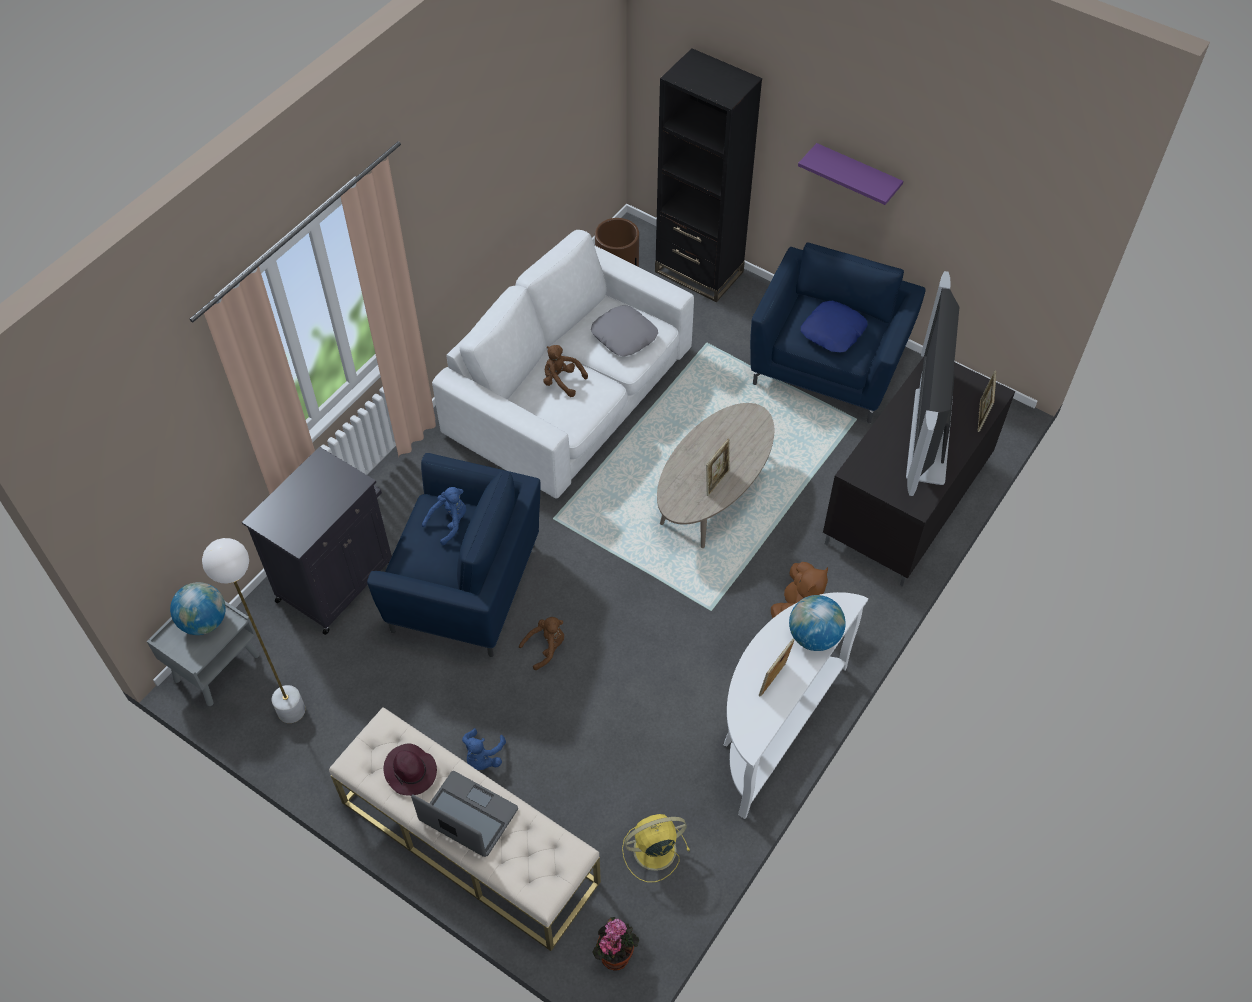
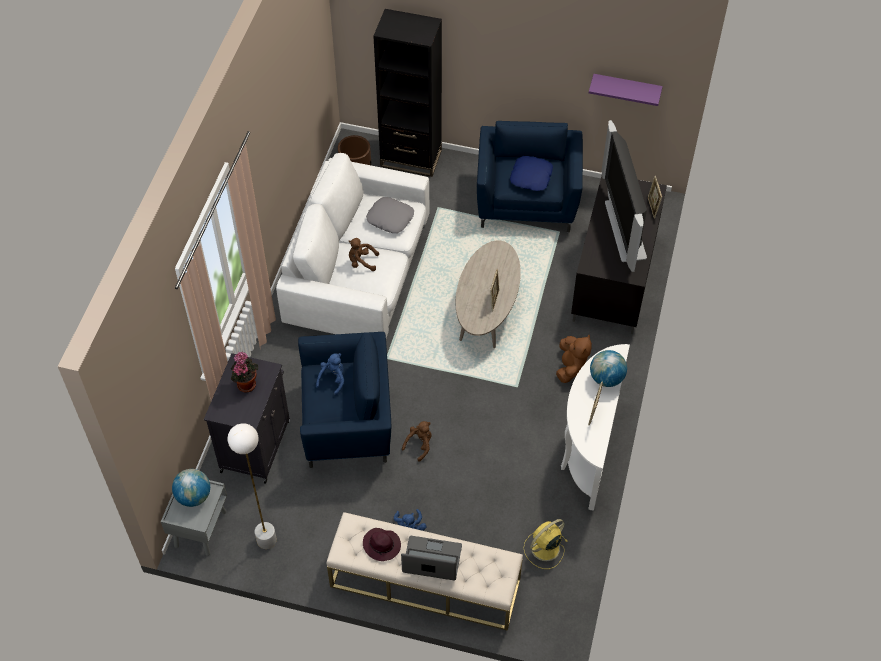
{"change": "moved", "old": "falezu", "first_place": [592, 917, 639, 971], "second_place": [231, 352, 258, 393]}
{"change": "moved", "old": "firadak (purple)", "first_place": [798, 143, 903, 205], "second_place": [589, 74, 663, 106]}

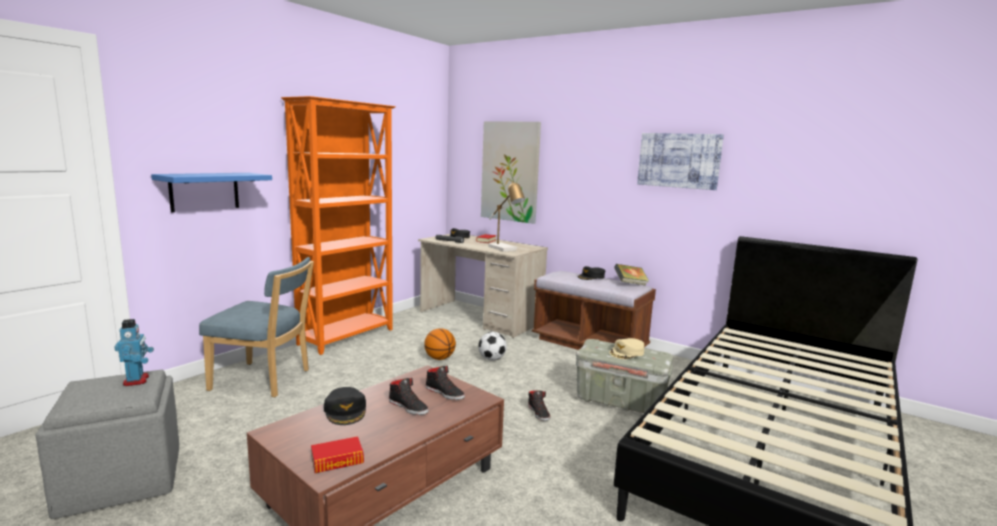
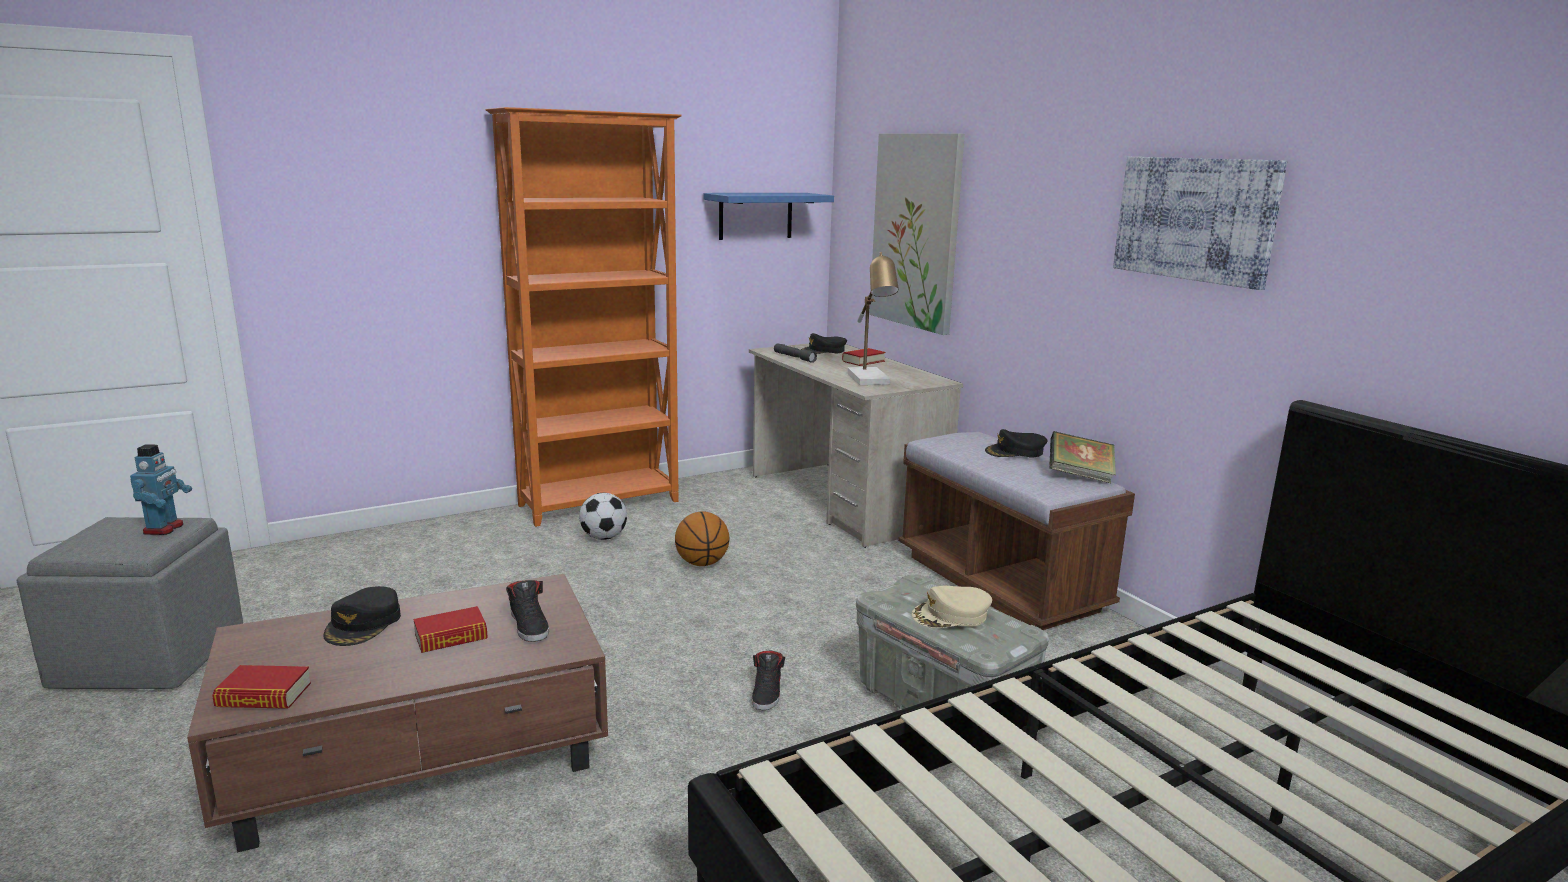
{"change": "moved", "old": "firadak (blue)", "first_place": [151, 173, 272, 212], "second_place": [704, 193, 834, 240]}
{"change": "removed", "old": "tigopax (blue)", "first_place": [199, 257, 314, 397]}
{"change": "replaced", "old": "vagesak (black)", "new": "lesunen", "first_place": [389, 378, 429, 415], "second_place": [413, 606, 488, 653]}
{"change": "moved", "old": "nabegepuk", "first_place": [478, 332, 507, 360], "second_place": [579, 493, 627, 540]}

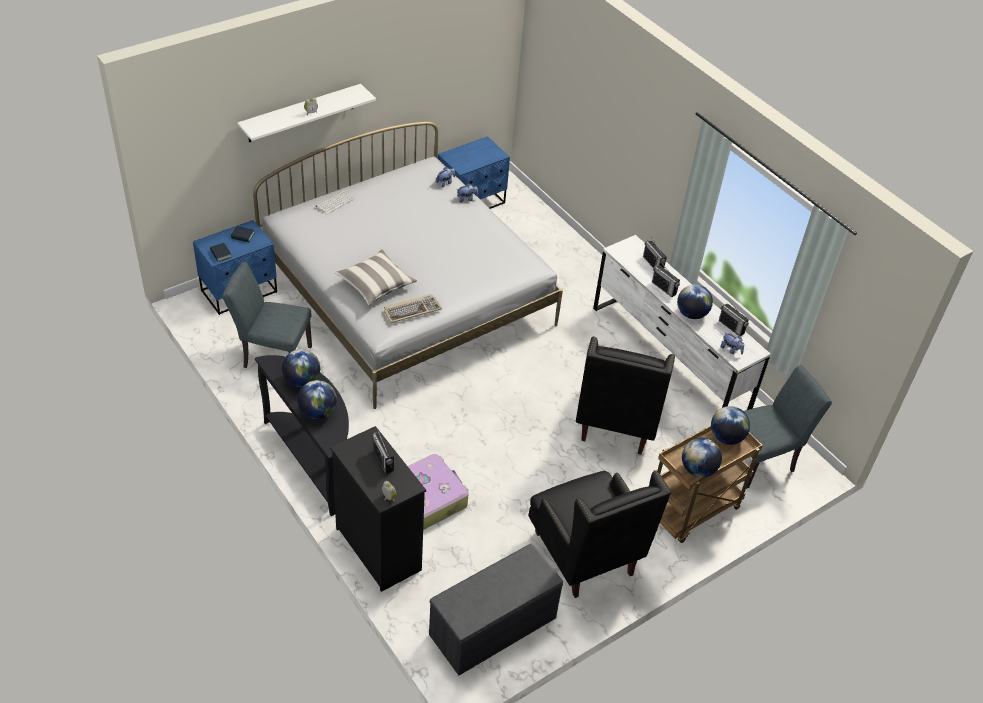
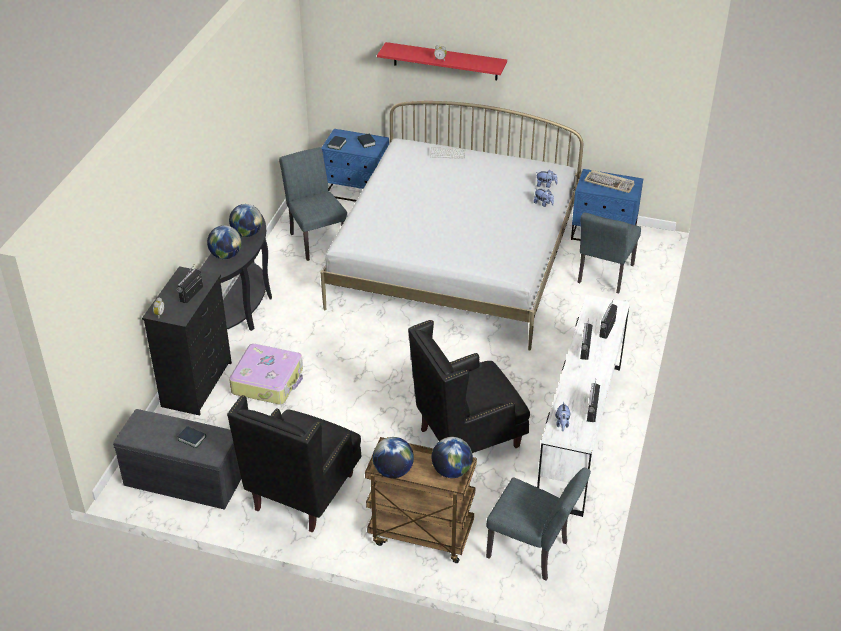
{"change": "recoloured", "old": "firadak (white)", "new": "firadak (red)", "first_place": [237, 84, 376, 142], "second_place": [377, 42, 507, 80]}
{"change": "removed", "old": "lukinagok", "first_place": [335, 250, 417, 305]}
{"change": "moved", "old": "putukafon", "first_place": [384, 294, 442, 323], "second_place": [584, 170, 635, 193]}
{"change": "removed", "old": "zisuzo", "first_place": [677, 284, 713, 319]}
{"change": "added", "new": "lesunen", "second_place": [177, 426, 206, 448]}
{"change": "added", "new": "tigopax (grey)", "second_place": [578, 212, 641, 293]}

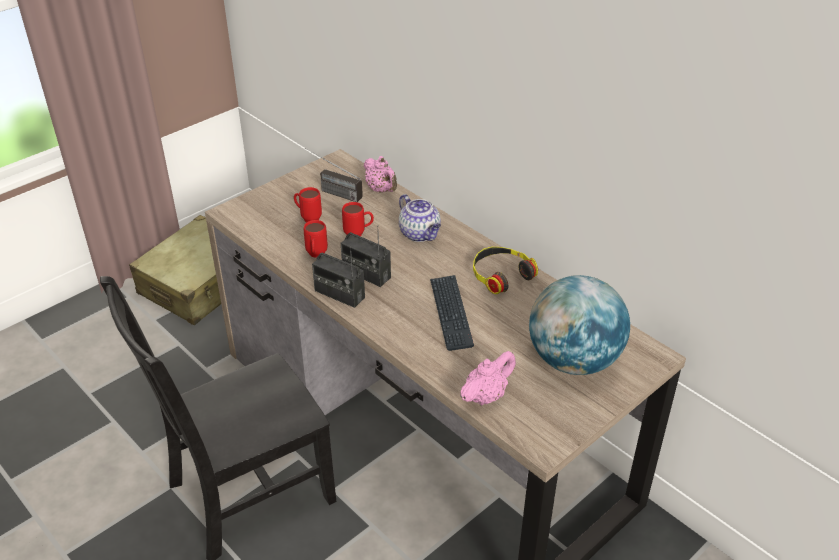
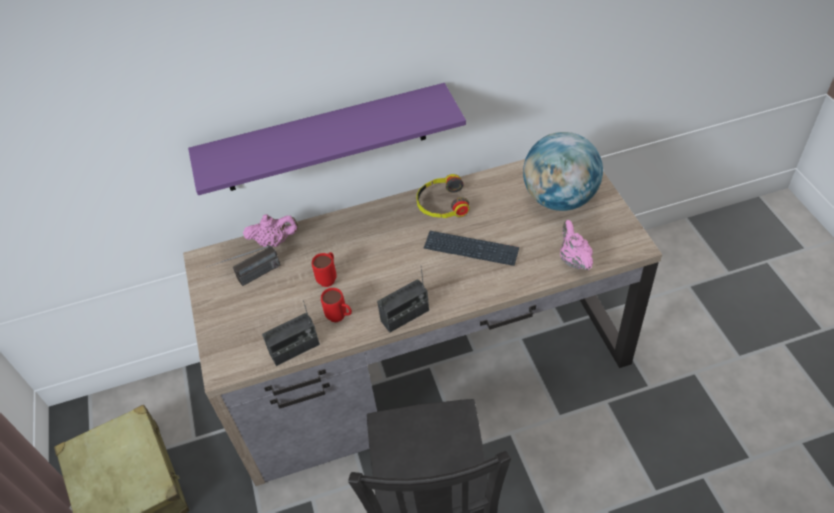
{"change": "removed", "old": "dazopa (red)", "first_place": [294, 187, 322, 222]}
{"change": "moved", "old": "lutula", "first_place": [341, 226, 391, 287], "second_place": [262, 300, 320, 366]}
{"change": "removed", "old": "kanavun", "first_place": [399, 194, 441, 242]}
{"change": "added", "new": "firadak (purple)", "second_place": [188, 83, 466, 195]}

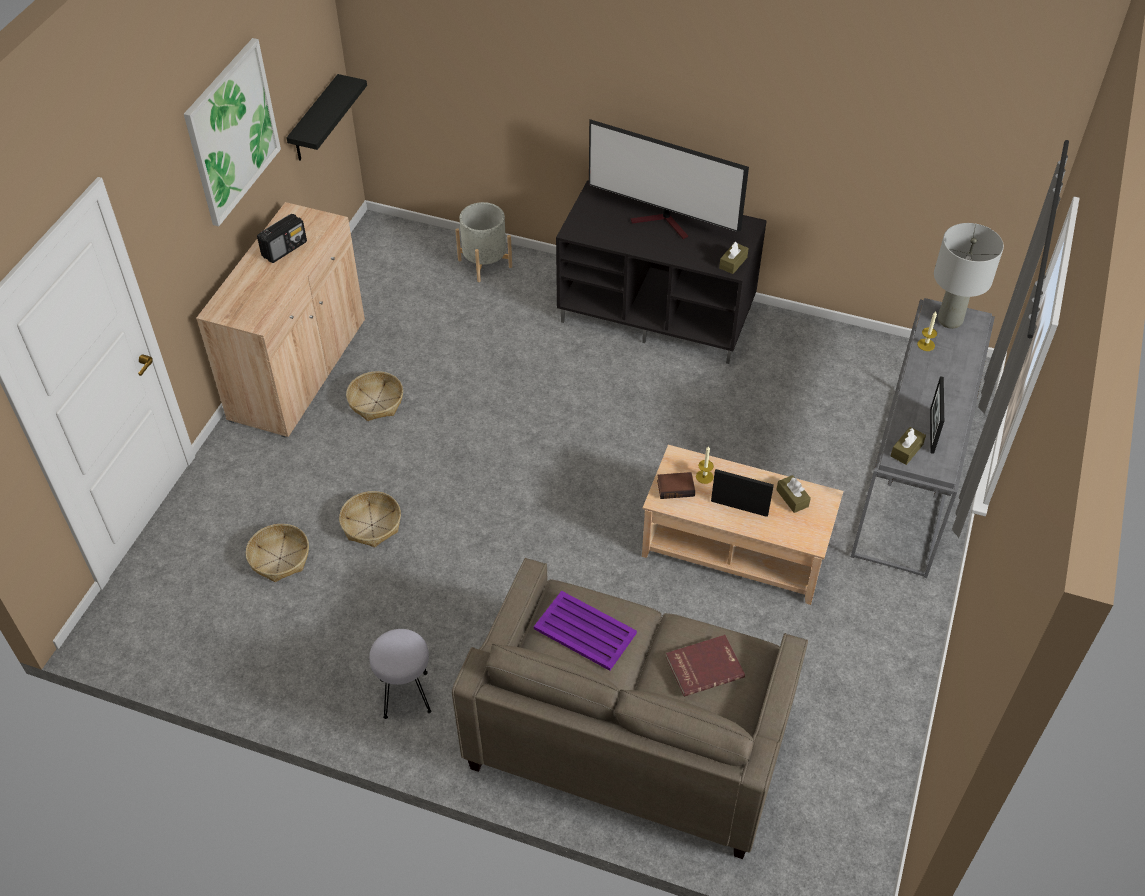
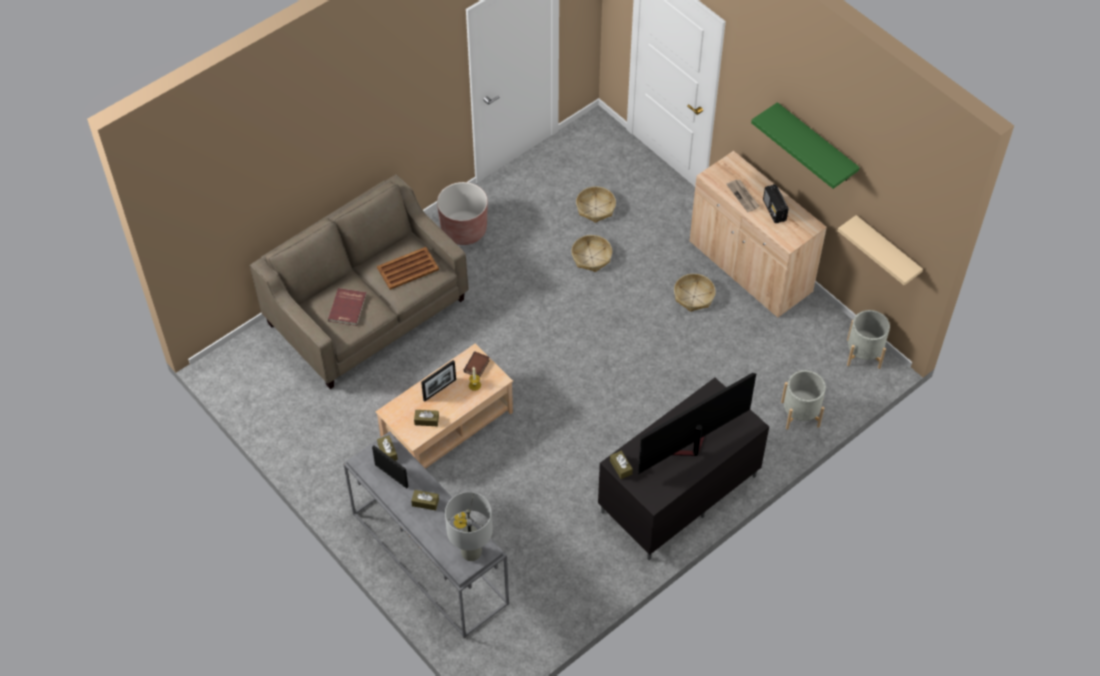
{"change": "replaced", "old": "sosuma", "new": "firadak (green)", "first_place": [184, 38, 281, 226], "second_place": [751, 102, 860, 189]}
{"change": "recoloured", "old": "firadak (black)", "new": "firadak (beige)", "first_place": [286, 74, 367, 161], "second_place": [838, 215, 923, 285]}
{"change": "replaced", "old": "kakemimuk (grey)", "new": "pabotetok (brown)", "first_place": [369, 629, 432, 719], "second_place": [437, 182, 488, 245]}
{"change": "recoloured", "old": "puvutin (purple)", "new": "puvutin (brown)", "first_place": [534, 591, 637, 671], "second_place": [377, 247, 439, 290]}
{"change": "added", "new": "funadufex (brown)", "second_place": [411, 490, 439, 510]}
{"change": "added", "new": "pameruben", "second_place": [726, 179, 760, 212]}
{"change": "added", "new": "pabotetok (grey)", "second_place": [847, 310, 890, 369]}

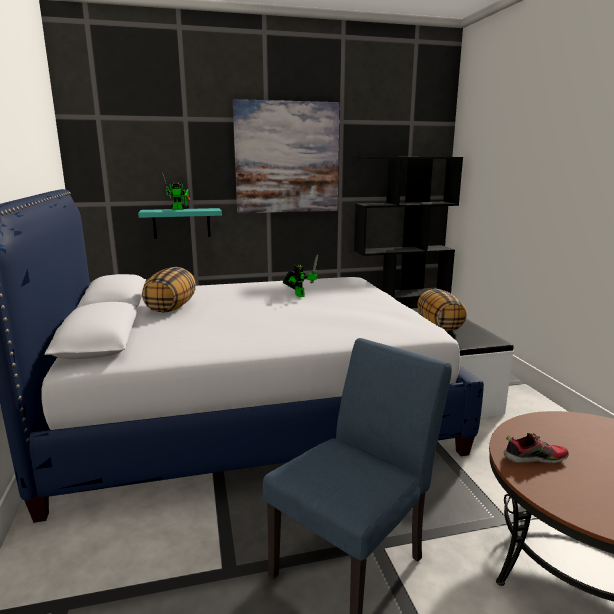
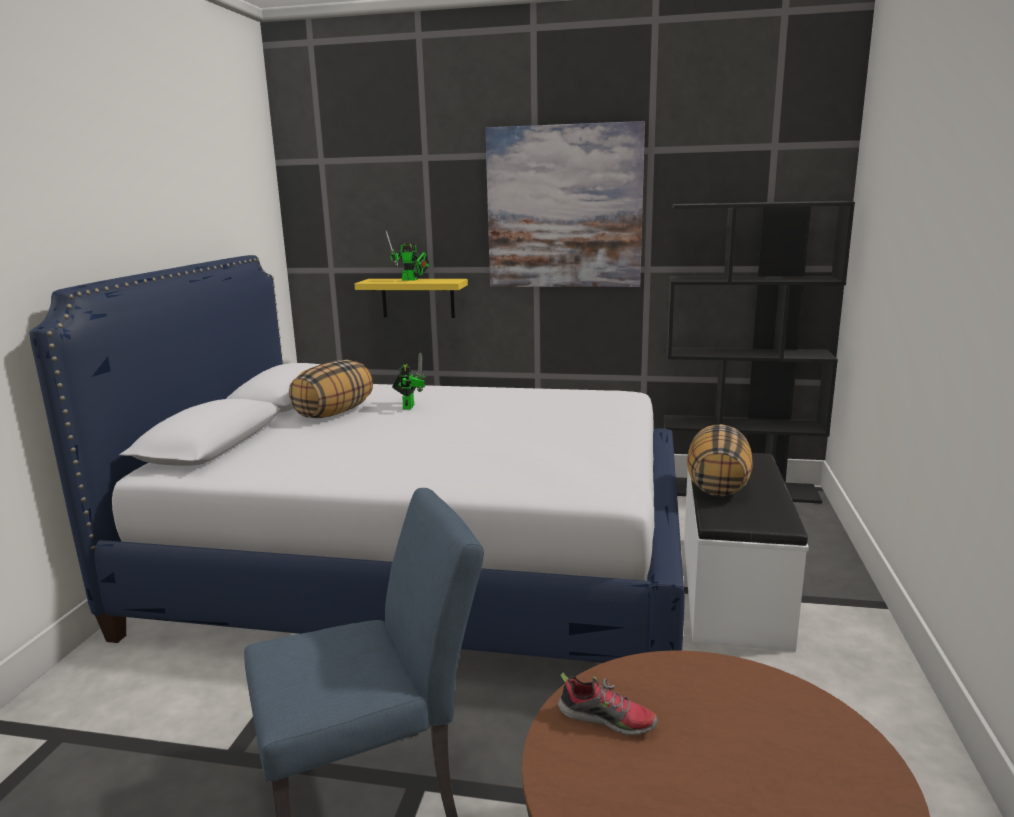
{"change": "recoloured", "old": "firadak (turquoise)", "new": "firadak (yellow)", "first_place": [138, 208, 222, 239], "second_place": [355, 279, 468, 318]}
{"change": "moved", "old": "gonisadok", "first_place": [283, 254, 318, 297], "second_place": [392, 352, 425, 409]}

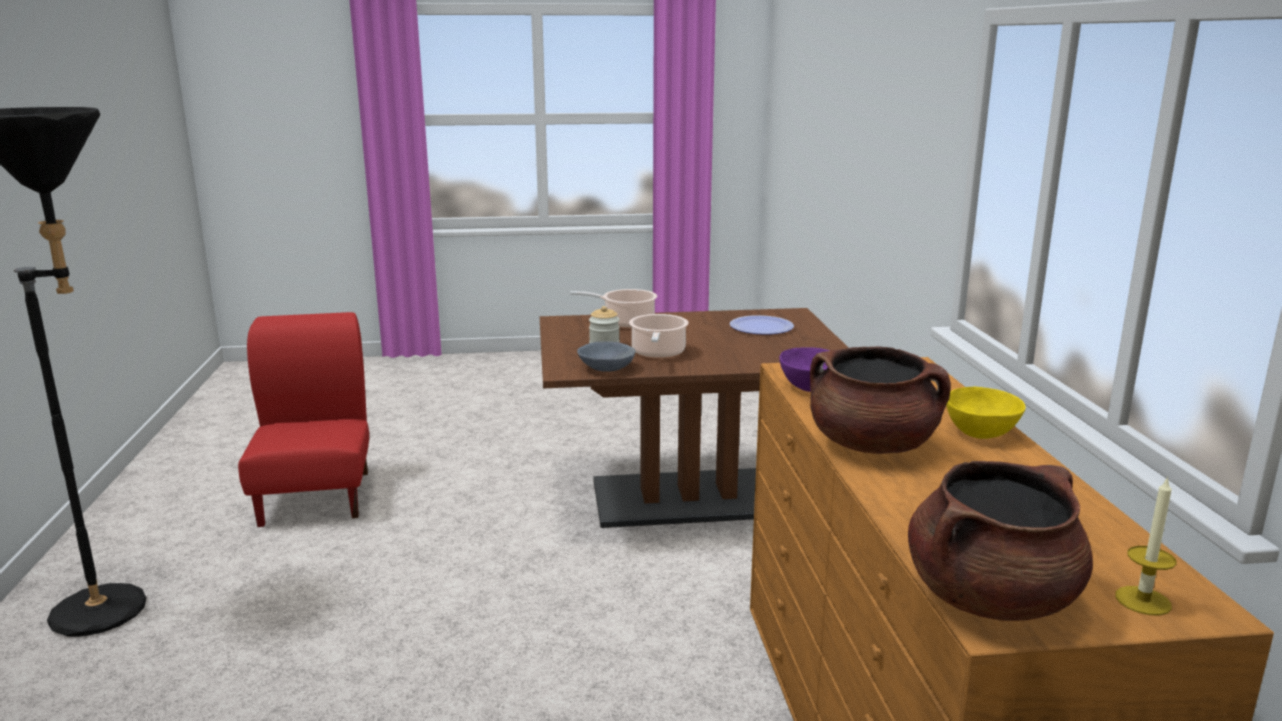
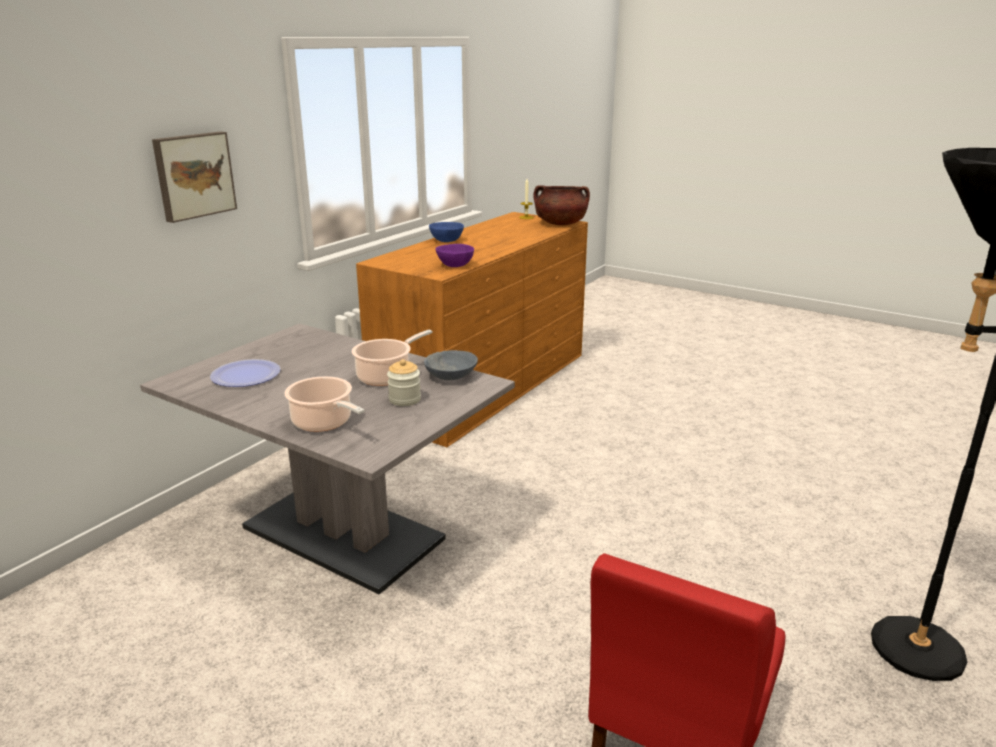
{"change": "recoloured", "old": "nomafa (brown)", "new": "nomafa (grey)", "first_place": [540, 308, 849, 528], "second_place": [140, 324, 515, 594]}
{"change": "removed", "old": "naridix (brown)", "first_place": [810, 346, 951, 454]}
{"change": "recoloured", "old": "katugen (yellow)", "new": "katugen (blue)", "first_place": [946, 387, 1026, 439], "second_place": [429, 222, 464, 242]}
{"change": "added", "new": "sosuma", "second_place": [152, 132, 237, 223]}

